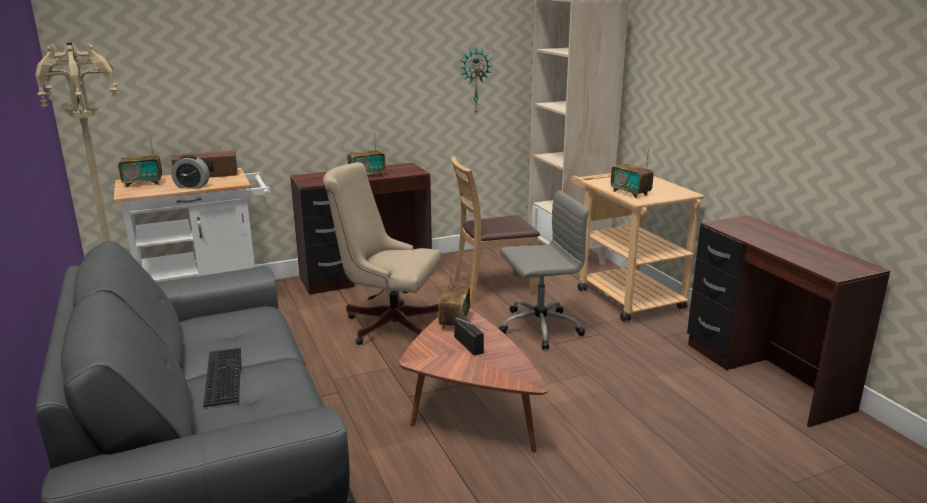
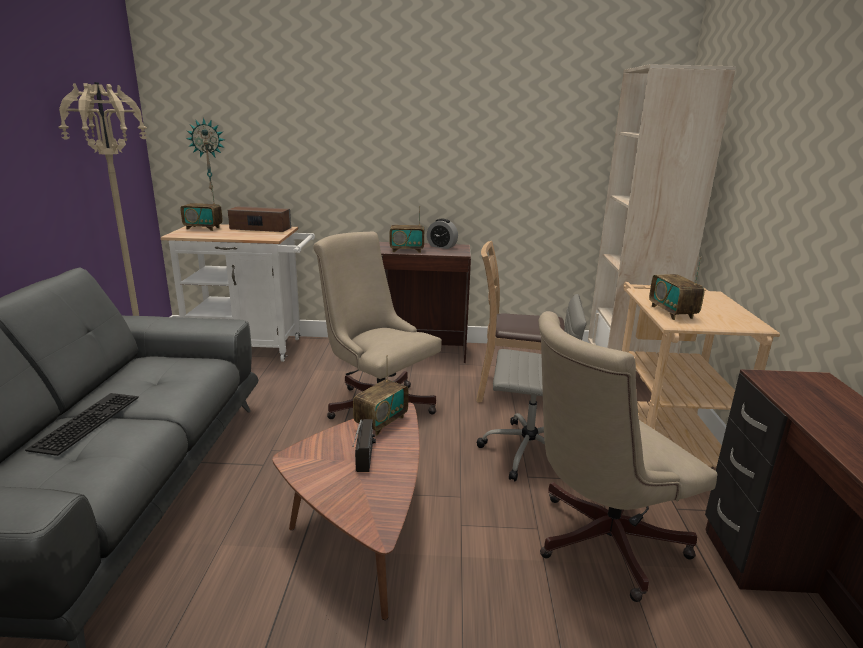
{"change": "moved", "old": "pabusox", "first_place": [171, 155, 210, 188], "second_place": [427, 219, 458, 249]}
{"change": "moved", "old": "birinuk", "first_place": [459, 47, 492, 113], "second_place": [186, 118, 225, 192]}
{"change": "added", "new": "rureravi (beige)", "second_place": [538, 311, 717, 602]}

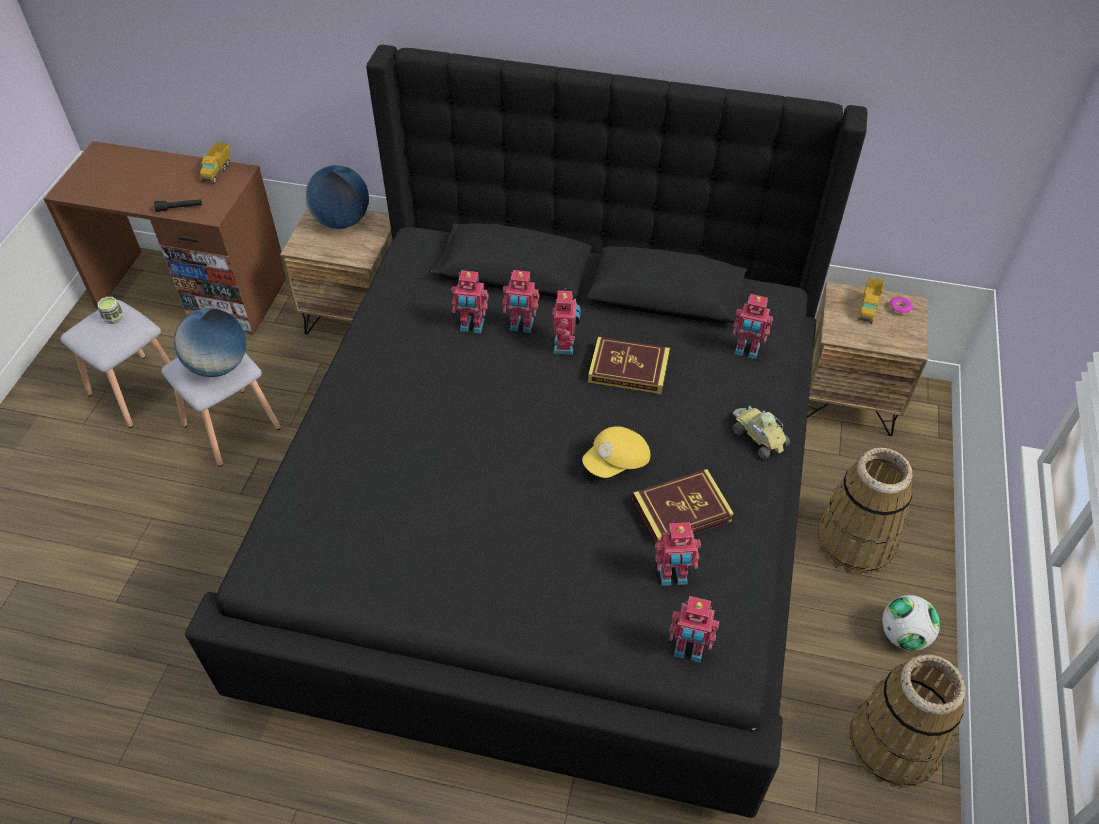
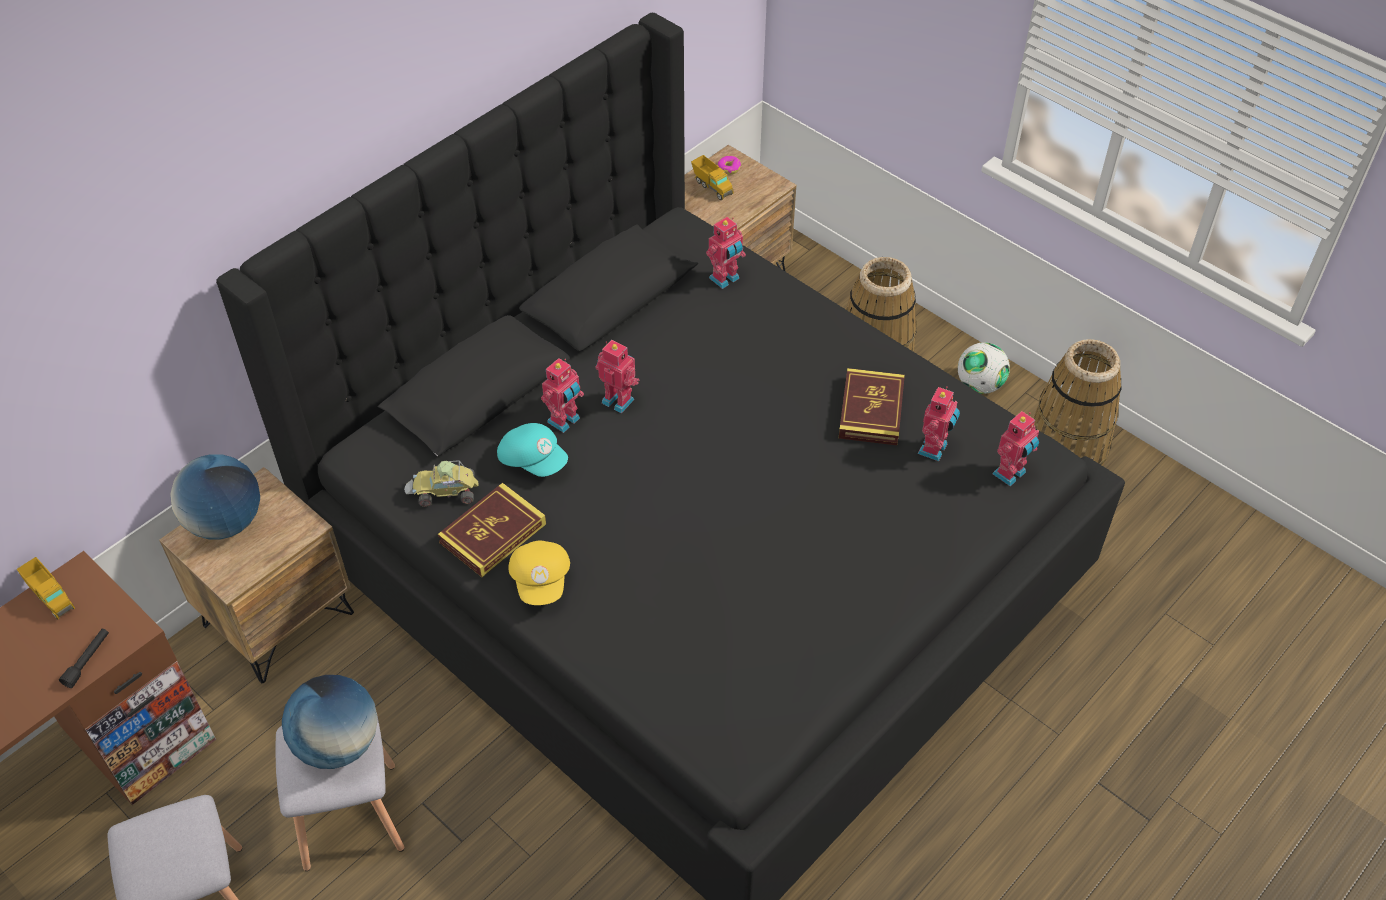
{"change": "removed", "old": "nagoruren", "first_place": [98, 297, 123, 324]}
{"change": "replaced", "old": "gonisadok", "new": "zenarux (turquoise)", "first_place": [451, 270, 489, 333], "second_place": [497, 423, 568, 477]}
{"change": "moved", "old": "zenarux (yellow)", "first_place": [582, 426, 651, 478], "second_place": [508, 541, 570, 605]}
{"change": "moved", "old": "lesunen", "first_place": [588, 337, 670, 394], "second_place": [438, 483, 546, 577]}
{"change": "moved", "old": "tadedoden", "first_place": [733, 406, 790, 459], "second_place": [404, 460, 479, 507]}

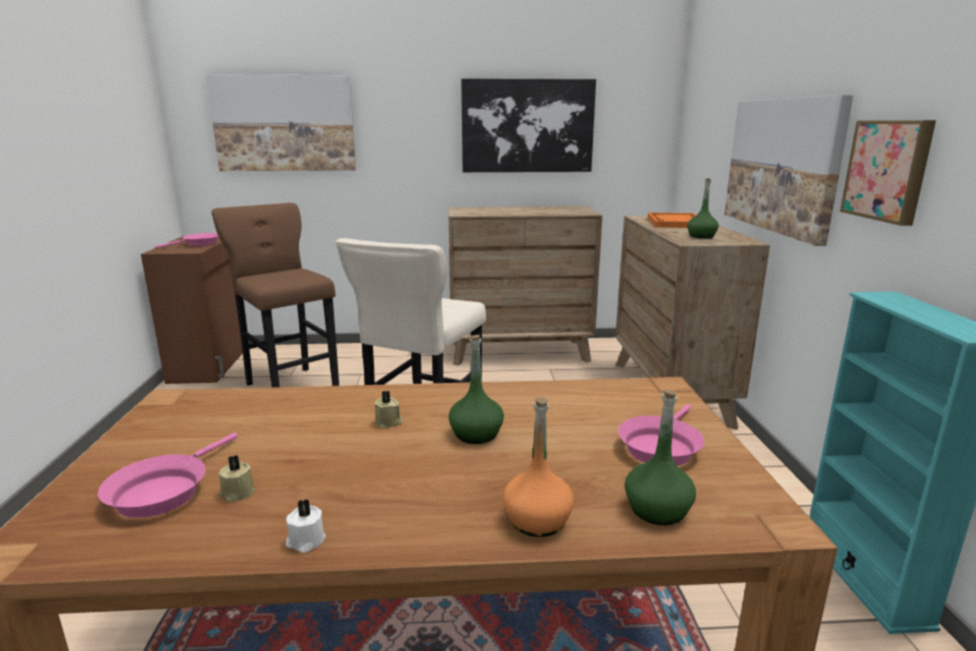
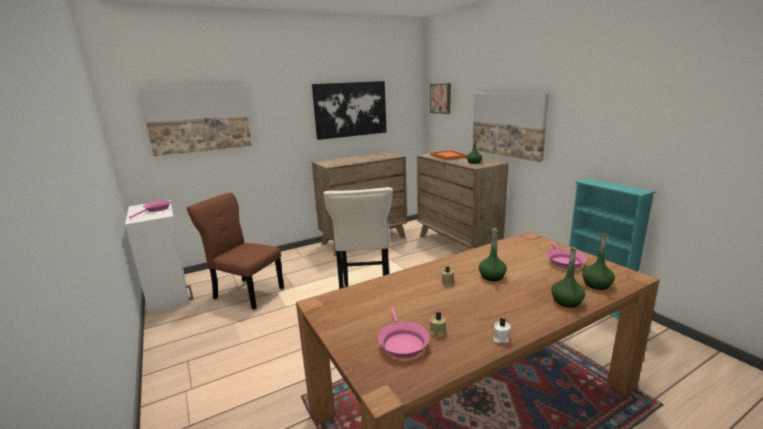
{"change": "recoloured", "old": "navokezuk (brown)", "new": "navokezuk (white)", "first_place": [141, 236, 243, 384], "second_place": [125, 200, 193, 314]}
{"change": "replaced", "old": "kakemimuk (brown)", "new": "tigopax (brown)", "first_place": [211, 203, 339, 387], "second_place": [186, 193, 284, 310]}
{"change": "recoloured", "old": "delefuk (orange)", "new": "delefuk (green)", "first_place": [503, 397, 574, 537], "second_place": [551, 247, 585, 308]}
{"change": "moved", "old": "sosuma", "first_place": [840, 120, 936, 226], "second_place": [430, 83, 451, 114]}

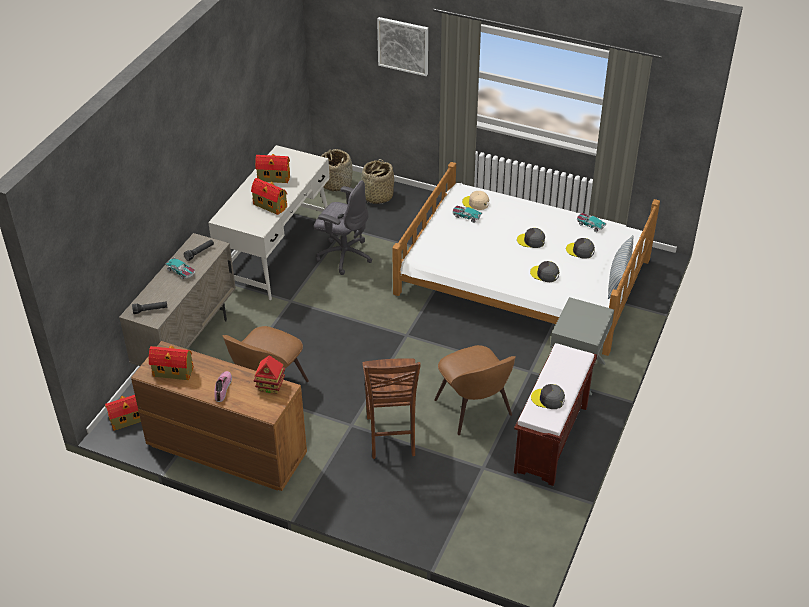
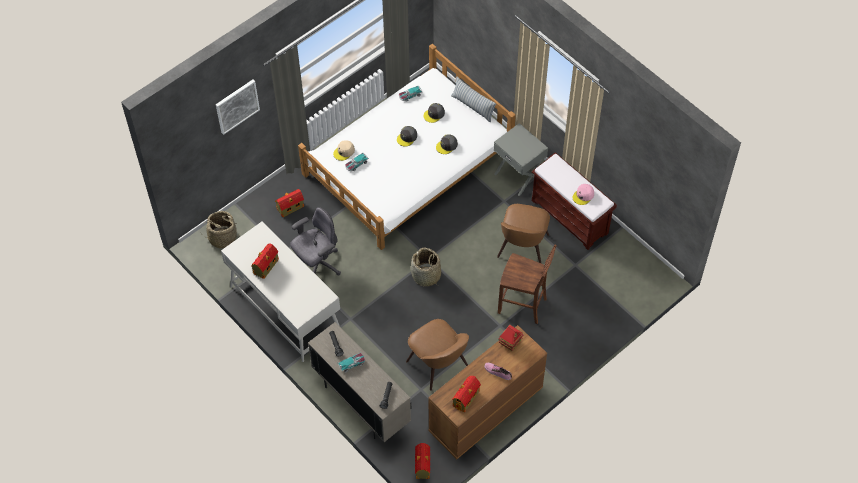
{"change": "moved", "old": "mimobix", "first_place": [251, 178, 287, 215], "second_place": [275, 189, 304, 217]}
{"change": "moved", "old": "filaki", "first_place": [361, 159, 394, 204], "second_place": [411, 248, 441, 287]}
{"change": "turned", "old": "tigopax (brown)", "first_place": [434, 345, 516, 435], "second_place": [497, 204, 550, 263], "degrees": 105}
{"change": "recoloured", "old": "zenarux (grey)", "new": "zenarux (pink)", "first_place": [531, 384, 565, 409], "second_place": [573, 184, 594, 205]}

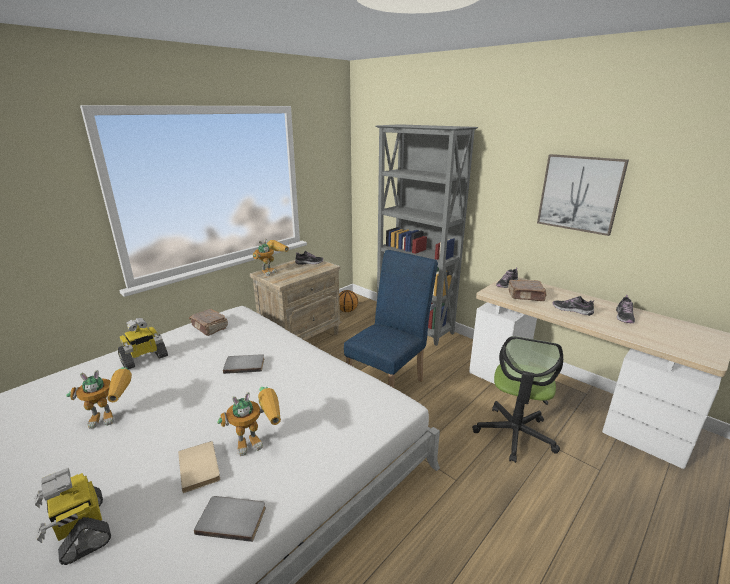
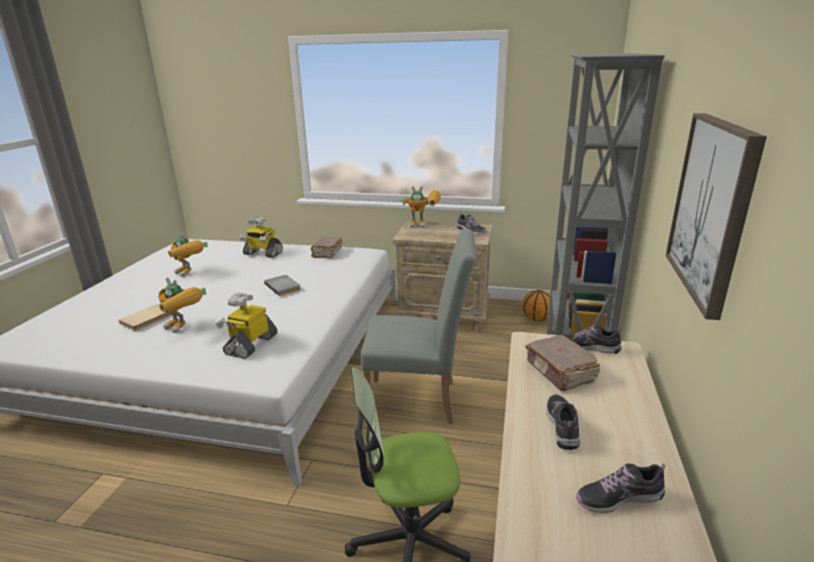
{"change": "moved", "old": "gonisadok", "first_place": [35, 468, 111, 565], "second_place": [216, 293, 278, 359]}
{"change": "removed", "old": "lesunen (grey)", "first_place": [194, 496, 266, 542]}
{"change": "recoloured", "old": "tigopax (blue)", "new": "tigopax (grey)", "first_place": [344, 250, 438, 388], "second_place": [361, 229, 477, 423]}

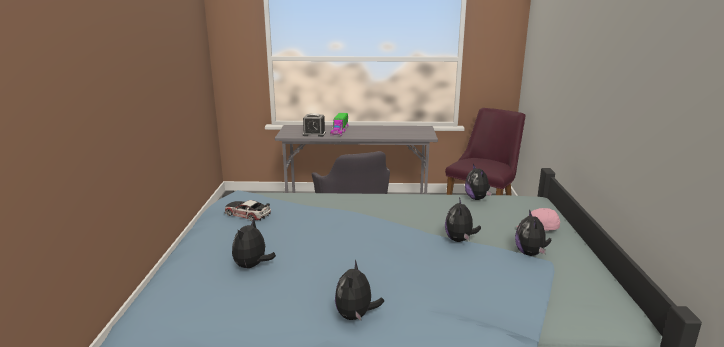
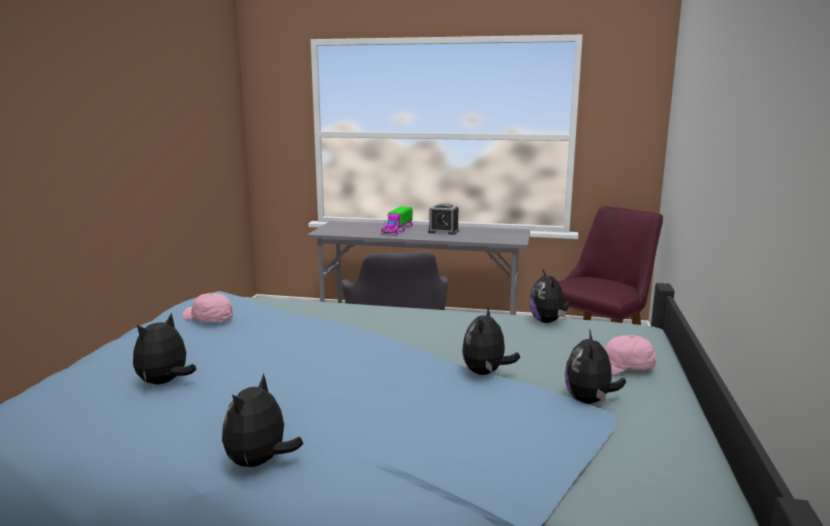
{"change": "replaced", "old": "tadedoden", "new": "zenarux (pink)", "first_place": [225, 200, 271, 221], "second_place": [182, 293, 233, 322]}
{"change": "moved", "old": "pabusox", "first_place": [303, 113, 326, 137], "second_place": [428, 203, 459, 235]}

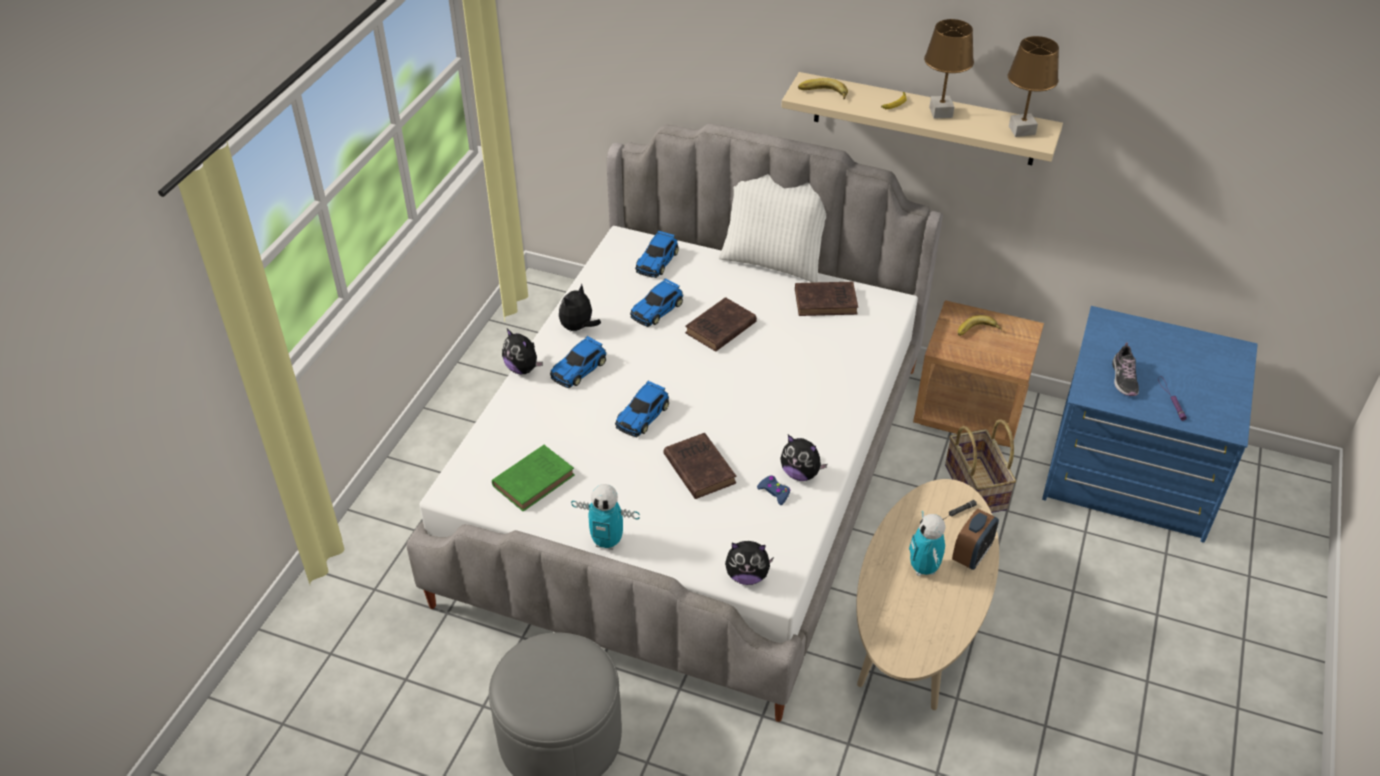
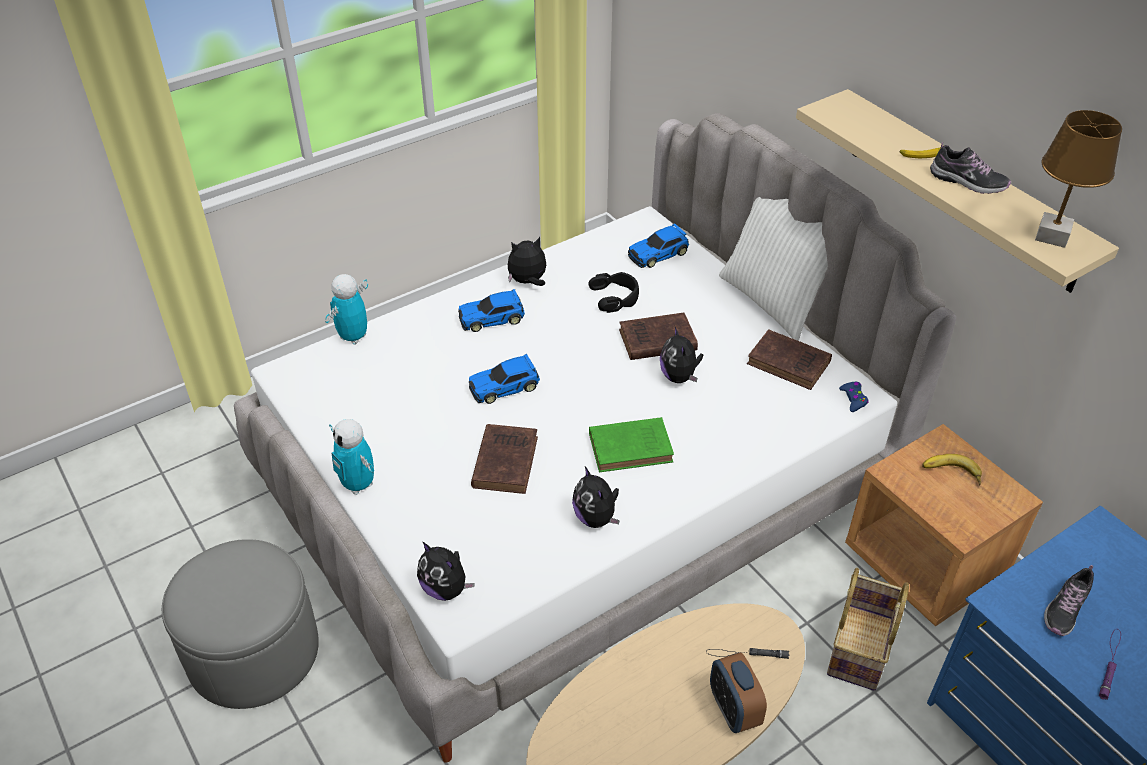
{"change": "moved", "old": "lesunen (green)", "first_place": [492, 445, 575, 511], "second_place": [589, 417, 674, 472]}
{"change": "moved", "old": "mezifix", "first_place": [502, 329, 543, 374], "second_place": [660, 327, 703, 383]}
{"change": "replaced", "old": "tadedoden", "new": "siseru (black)", "first_place": [630, 278, 683, 327], "second_place": [588, 272, 639, 313]}
{"change": "moved", "old": "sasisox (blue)", "first_place": [757, 475, 791, 505], "second_place": [839, 382, 869, 412]}
{"change": "removed", "old": "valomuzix", "first_place": [798, 78, 848, 99]}
{"change": "moved", "old": "gonisadok", "first_place": [909, 511, 946, 576], "second_place": [325, 274, 368, 345]}
{"change": "replaced", "old": "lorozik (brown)", "new": "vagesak", "first_place": [924, 19, 974, 119], "second_place": [930, 142, 1011, 194]}
{"change": "turned", "old": "pabusox", "first_place": [952, 509, 999, 570], "second_place": [710, 653, 767, 733], "degrees": 90}

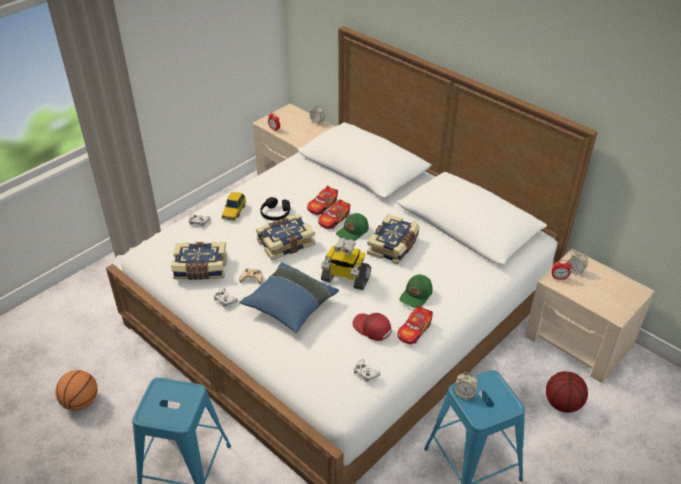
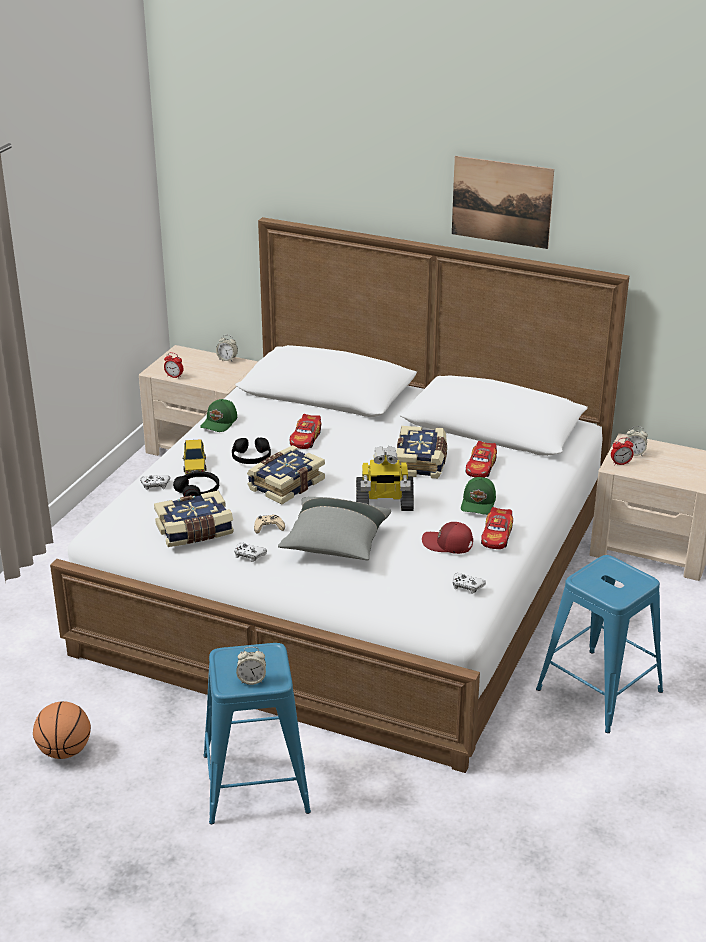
{"change": "recoloured", "old": "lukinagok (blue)", "new": "lukinagok (grey)", "first_place": [239, 262, 339, 333], "second_place": [278, 497, 391, 561]}
{"change": "moved", "old": "tadedoden", "first_place": [318, 199, 350, 229], "second_place": [466, 441, 497, 478]}
{"change": "moved", "old": "zenarux (green)", "first_place": [336, 213, 369, 241], "second_place": [200, 399, 237, 432]}
{"change": "moved", "old": "pabusox", "first_place": [454, 373, 478, 399], "second_place": [236, 647, 266, 685]}
{"change": "removed", "old": "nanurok", "first_place": [546, 371, 588, 413]}
{"change": "added", "new": "siseru (black)", "second_place": [173, 472, 219, 497]}
{"change": "added", "new": "sosuma", "second_place": [452, 156, 554, 249]}

